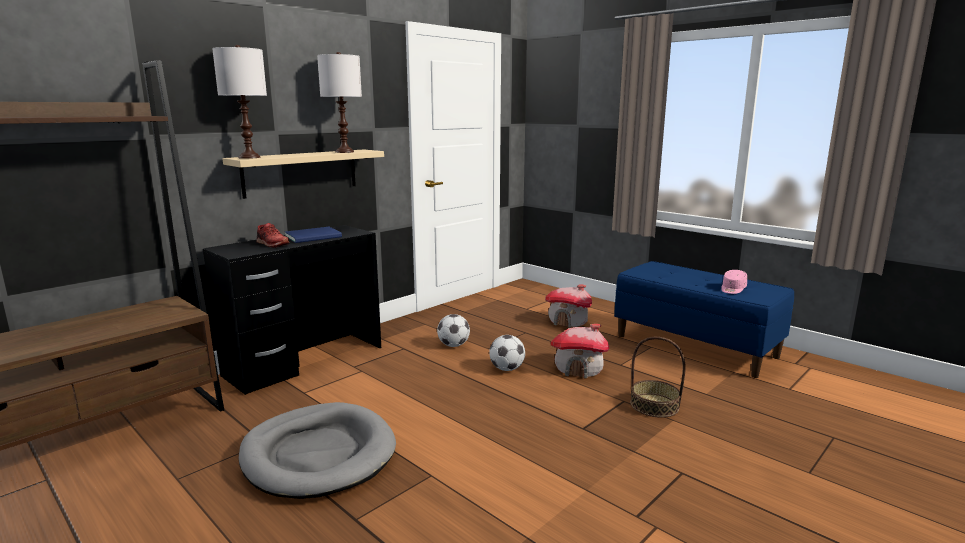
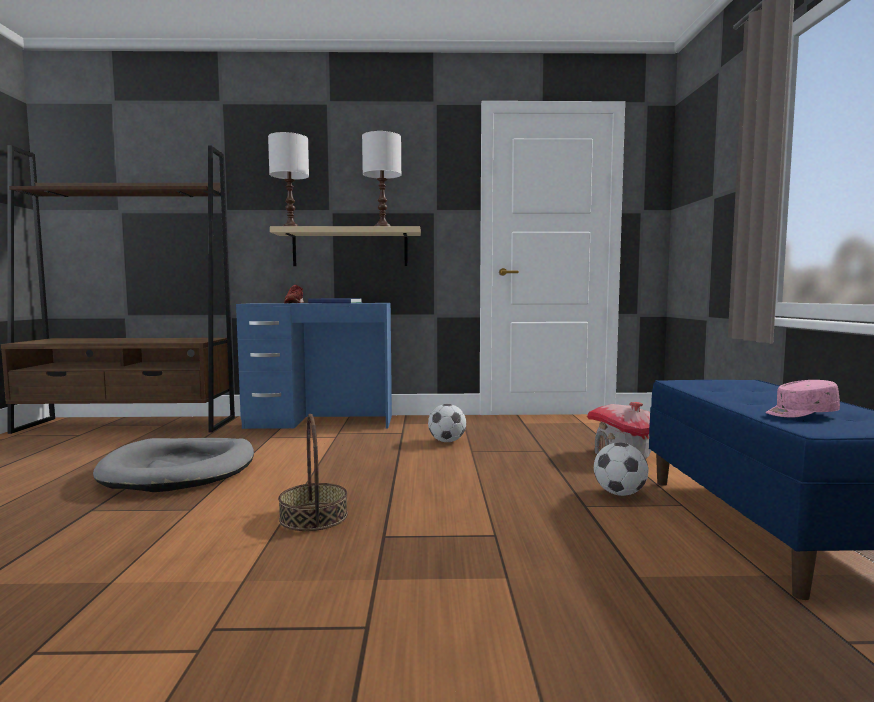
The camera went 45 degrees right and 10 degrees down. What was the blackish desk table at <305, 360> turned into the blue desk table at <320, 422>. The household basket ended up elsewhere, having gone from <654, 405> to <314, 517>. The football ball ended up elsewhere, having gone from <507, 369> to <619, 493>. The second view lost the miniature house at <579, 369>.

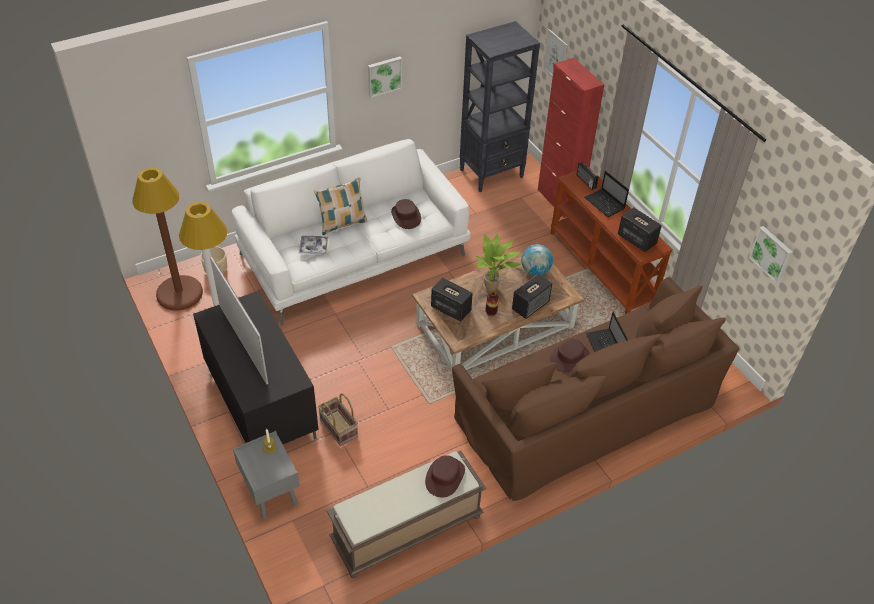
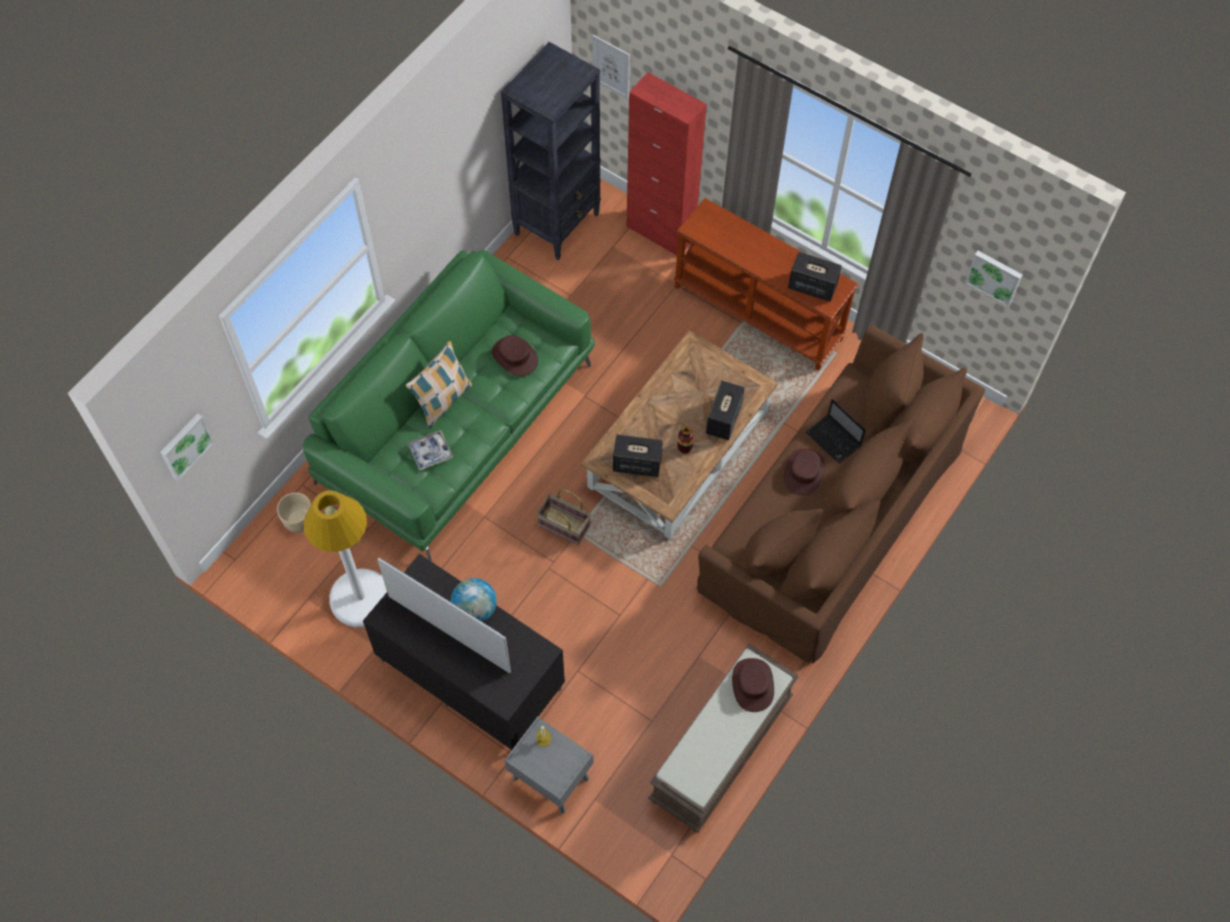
The camera went 25 degrees left and 15 degrees up. The wall art ended up elsewhere, having gone from <384, 76> to <185, 445>. What was the white settee at <355, 255> turned into the green settee at <458, 421>. The desk globe ended up elsewhere, having gone from <535, 271> to <475, 610>. The household basket ended up elsewhere, having gone from <338, 428> to <563, 526>. The second view lost the brownish standard lamp at <179, 294>. The second view lost the houseplant at <493, 288>. The second view lost the radio at <585, 181>. The second view lost the laptop at <605, 204>.

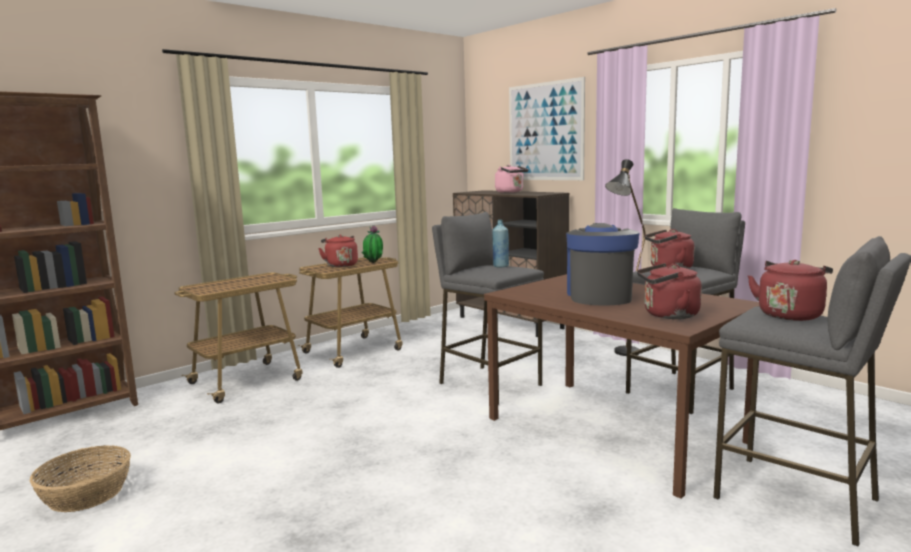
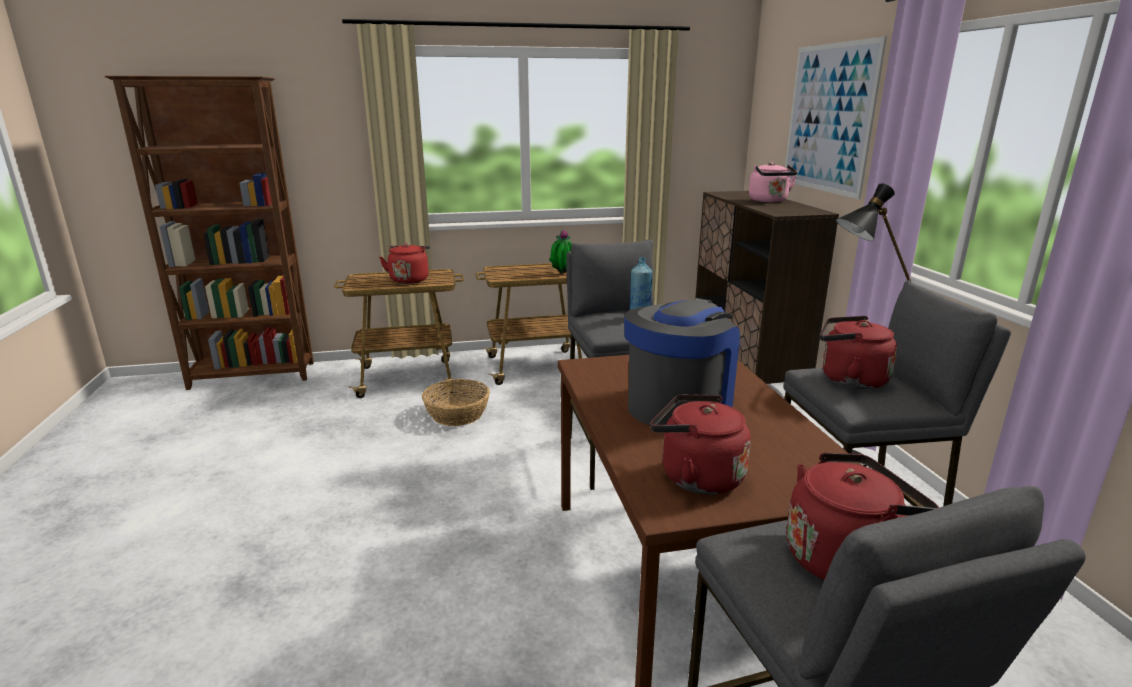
The camera went 30 degrees right and 10 degrees up. The red water kettle ended up elsewhere, having gone from <340, 265> to <409, 279>. The household basket ended up elsewhere, having gone from <87, 493> to <457, 414>.

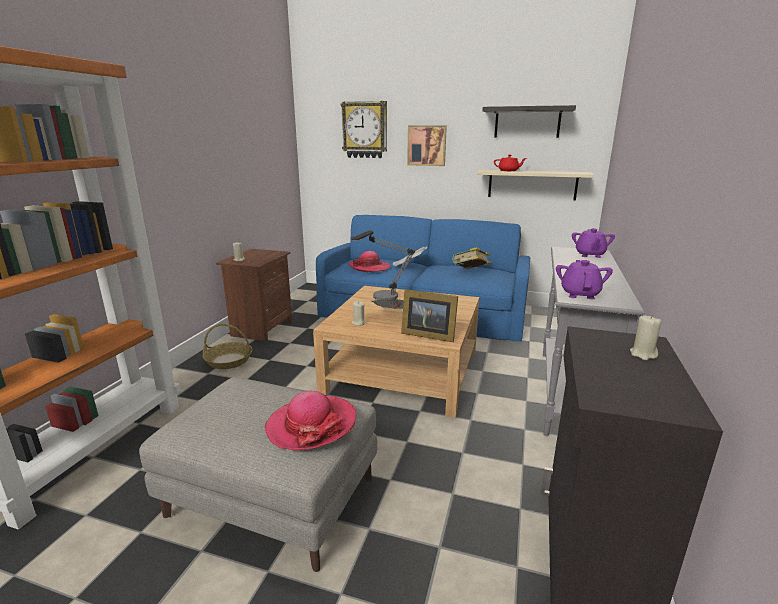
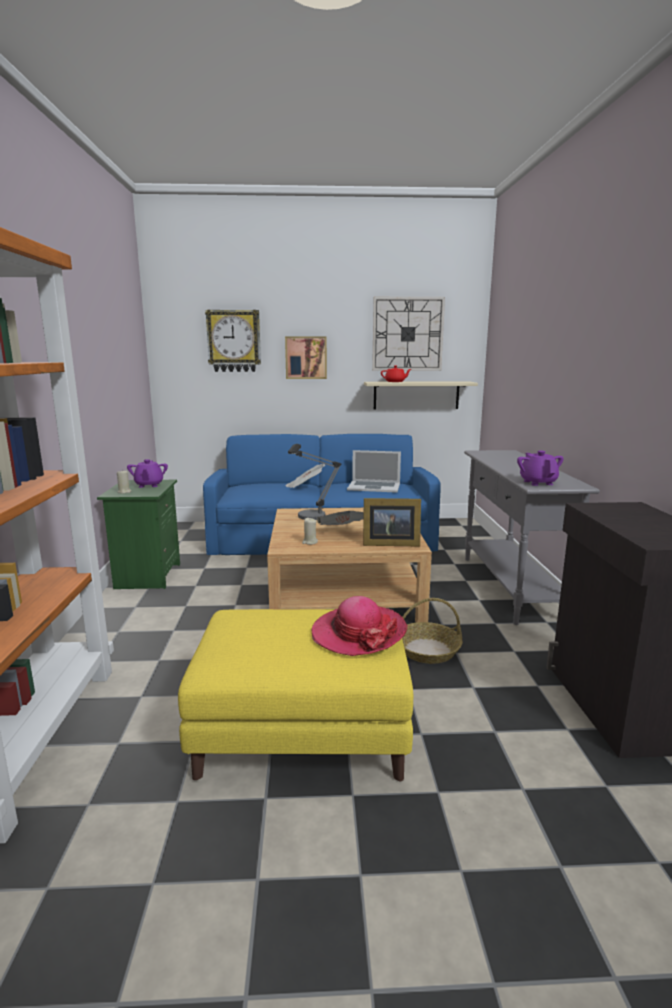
The camera went 20 degrees left and 5 degrees down. What was the brownish nightstand at <261, 328> turned into the green nightstand at <147, 576>. The purple-coloured pot for tea ended up elsewhere, having gone from <589, 255> to <149, 485>. What was the grey footrest at <270, 497> turned into the yellow-coloured footrest at <300, 732>. Where the book stood at <470, 272>, the laptop came to stand at <374, 487>. Where the bracket shelf hung at <527, 122>, the hanging clock came to hang at <407, 334>. The household basket ended up elsewhere, having gone from <228, 361> to <427, 650>. The second view lost the wearable hat at <369, 267>. The second view lost the beige-coloured wax light at <643, 354>.

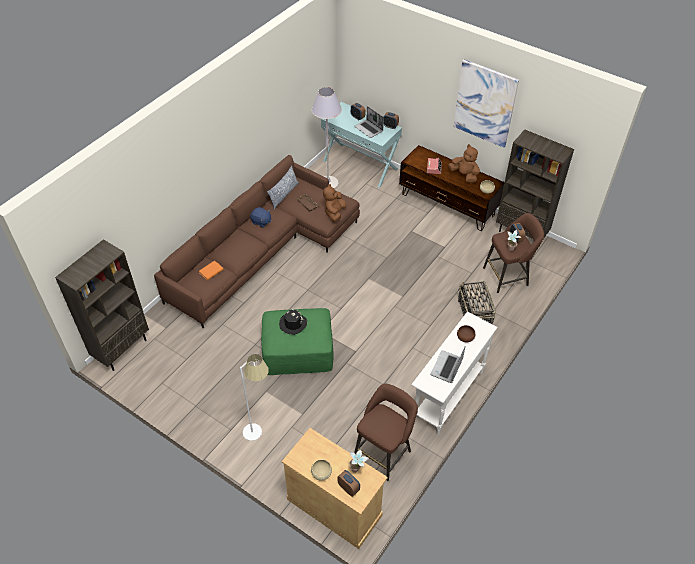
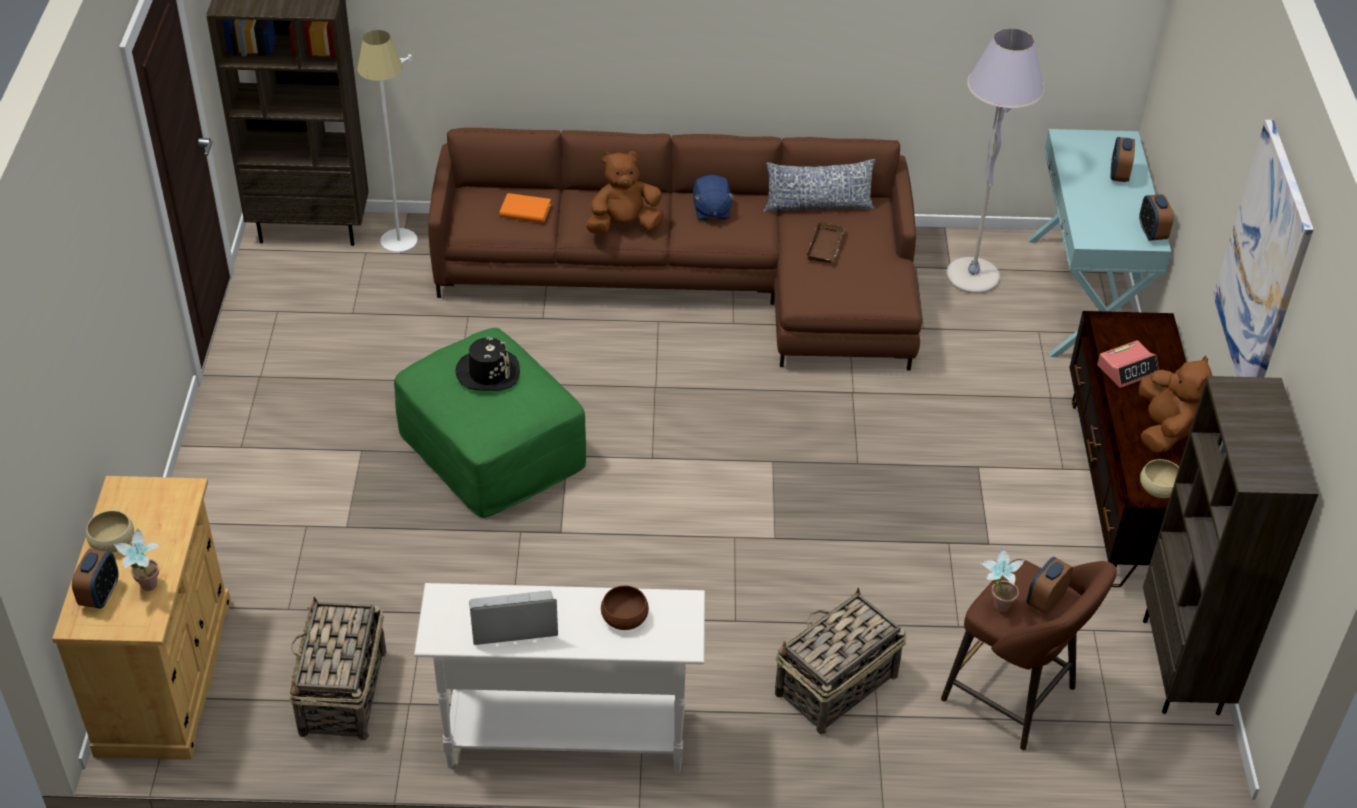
The camera went 55 degrees right and 5 degrees down. Where the brownish sitting stool stood at <384, 452>, the household basket came to stand at <342, 693>. The white standard lamp ended up elsewhere, having gone from <260, 434> to <401, 251>. The brownish plush toy ended up elsewhere, having gone from <334, 213> to <624, 226>. The second view lost the laptop at <369, 129>.

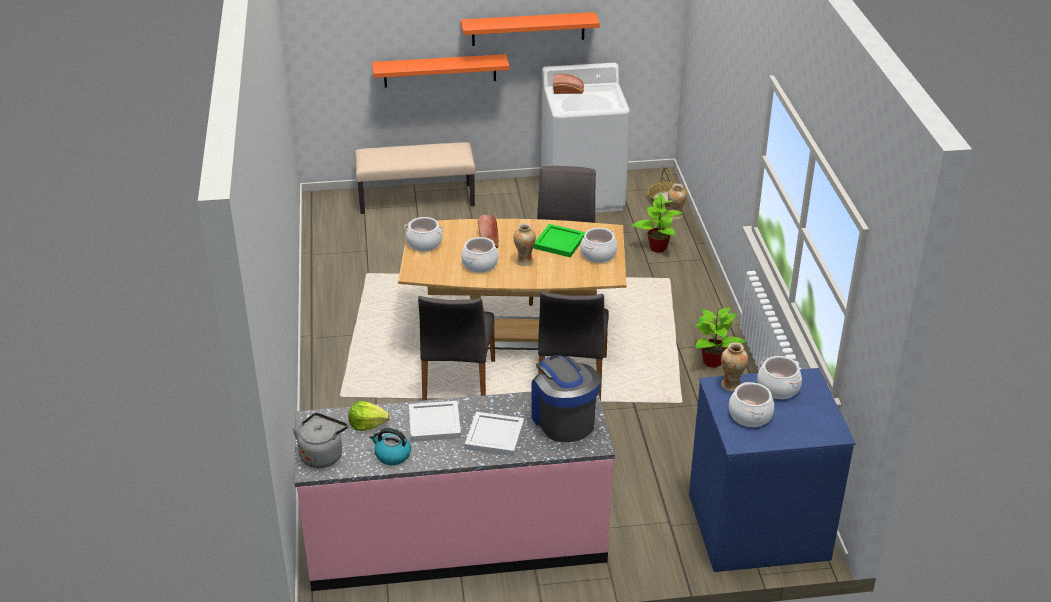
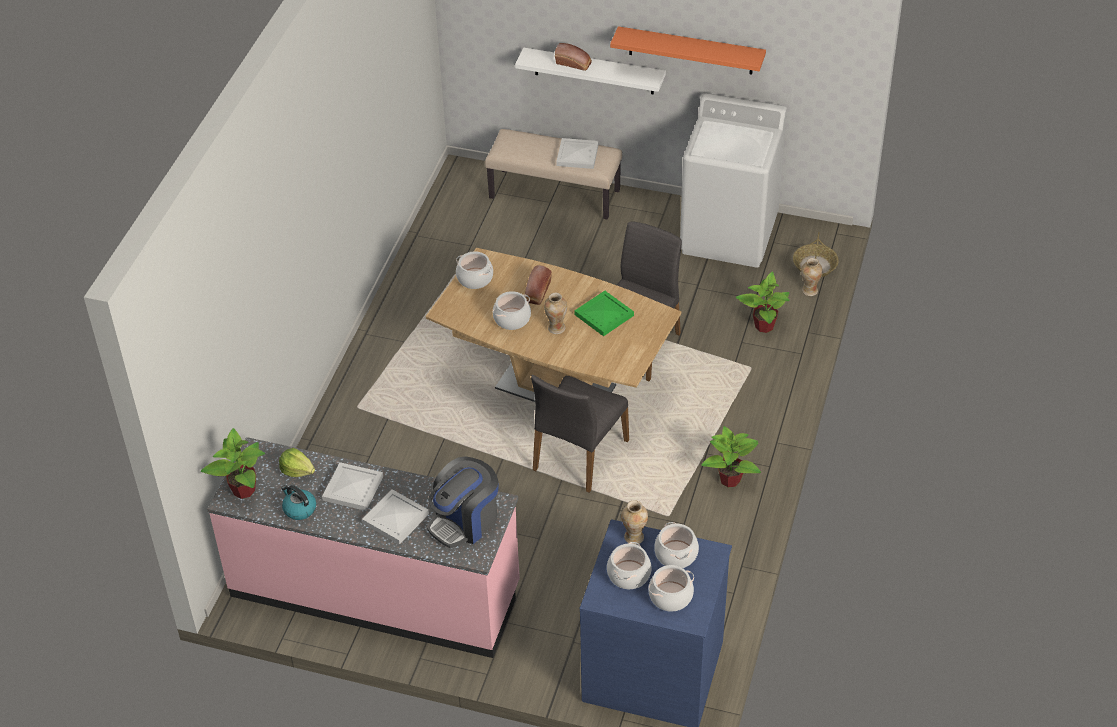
The camera went 25 degrees right and 10 degrees up. Where the grey water kettle stood at <322, 455>, the houseplant came to stand at <243, 489>. The coffee maker at <563, 419> ended up facing another way, 135 degrees counterclockwise from before. What was the orange bracket shelf at <440, 70> turned into the white bracket shelf at <594, 71>. The bread ended up elsewhere, having gone from <568, 91> to <574, 63>. The second view gained the white carrying tray at <578, 155>. The saucepot ended up elsewhere, having gone from <598, 255> to <670, 597>. The second view lost the grey plain chair at <457, 383>.

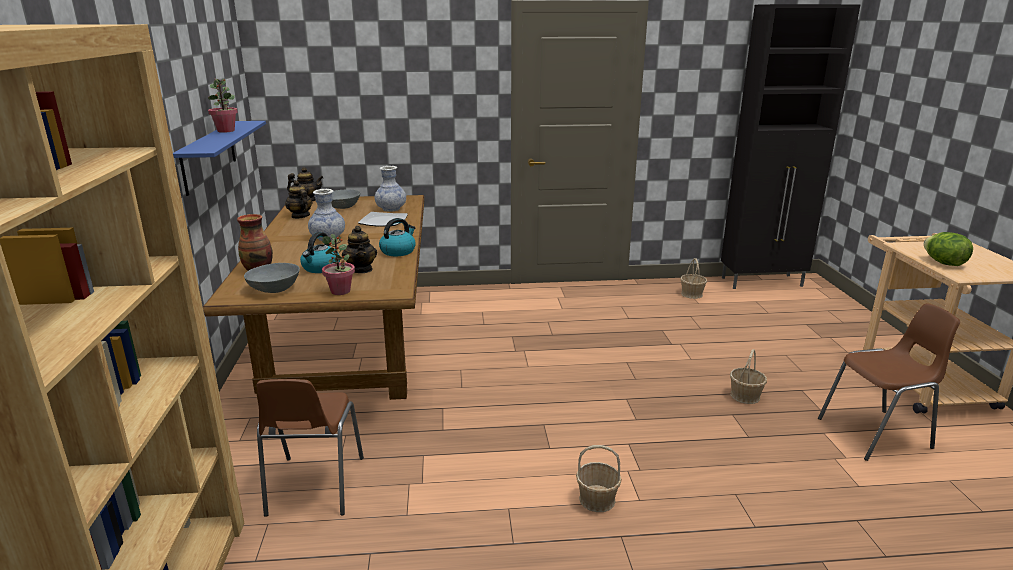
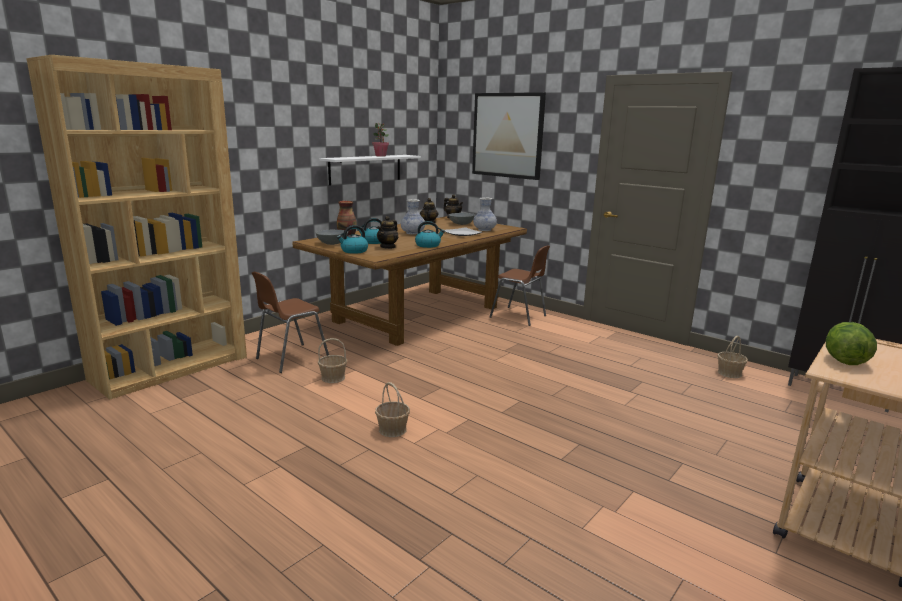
The camera went 45 degrees right and 5 degrees down. The household basket ended up elsewhere, having gone from <745, 396> to <333, 378>. What was the blue bracket shelf at <209, 156> turned into the white bracket shelf at <365, 169>. Where the houseplant stood at <341, 291>, the water kettle came to stand at <354, 251>. The second view gained the wall art at <508, 135>. The brownish plain chair ended up elsewhere, having gone from <877, 434> to <519, 317>.

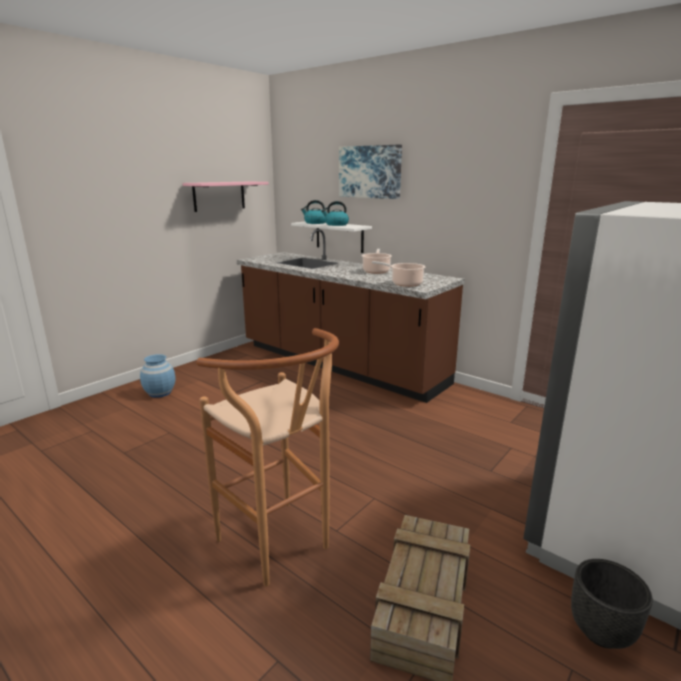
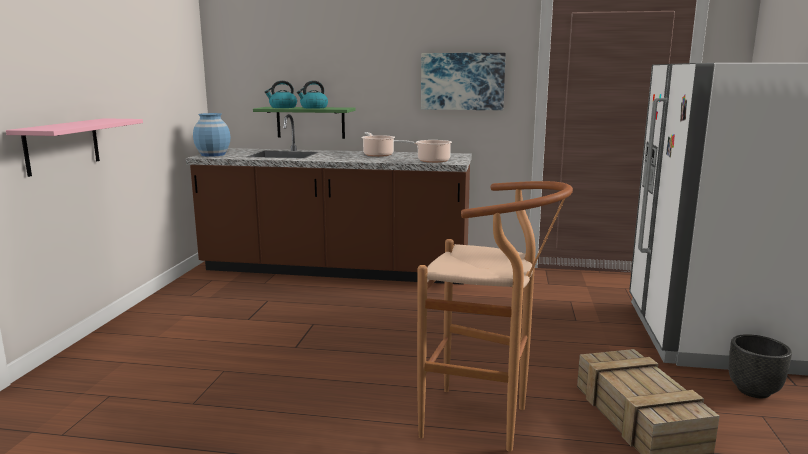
The camera went 30 degrees left and 5 degrees down. The pinkish bracket shelf ended up elsewhere, having gone from <219, 196> to <62, 146>. The blue vase ended up elsewhere, having gone from <159, 392> to <213, 154>. What was the white bracket shelf at <339, 236> turned into the green bracket shelf at <310, 122>. The wall art ended up elsewhere, having gone from <370, 172> to <462, 81>.

